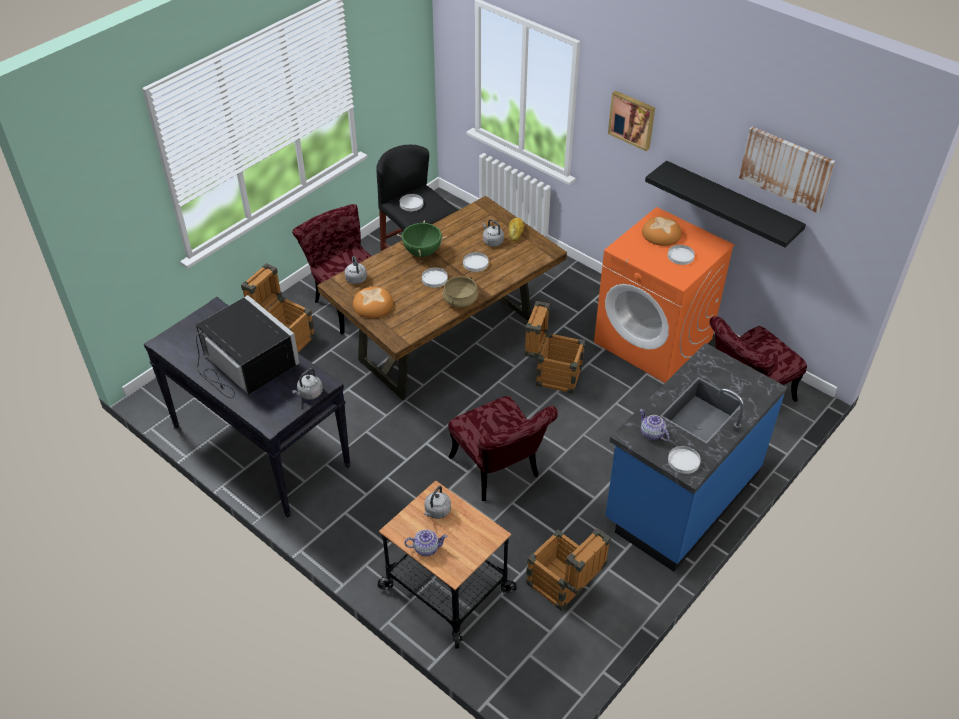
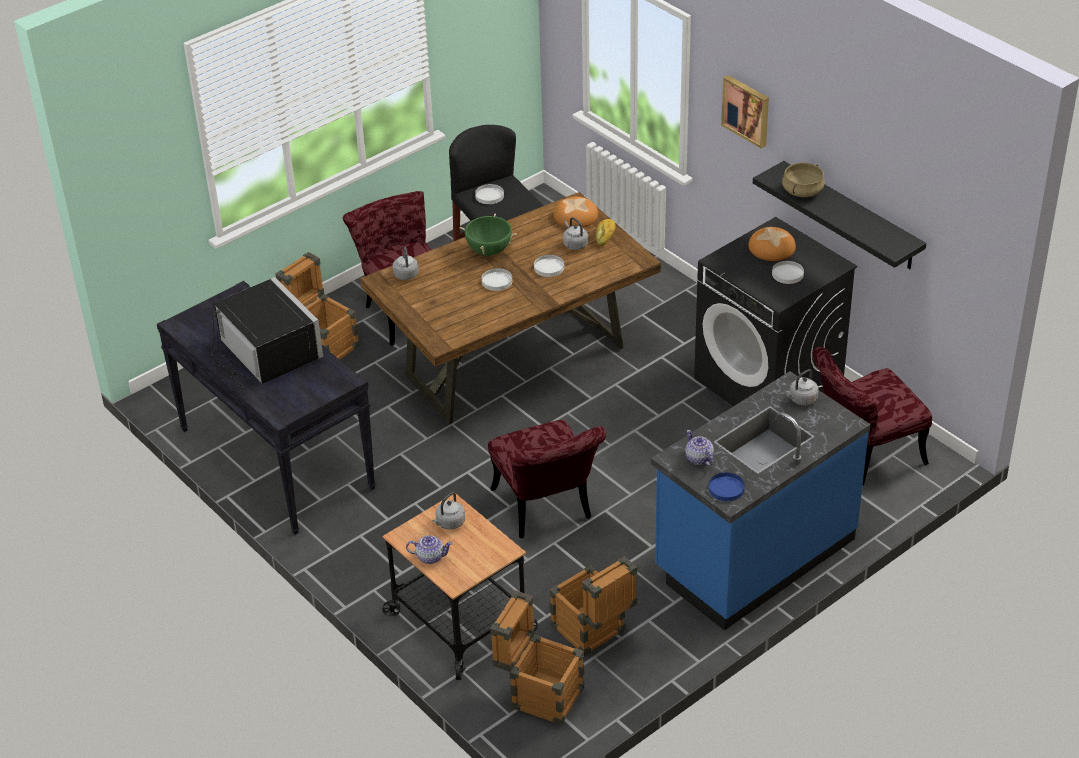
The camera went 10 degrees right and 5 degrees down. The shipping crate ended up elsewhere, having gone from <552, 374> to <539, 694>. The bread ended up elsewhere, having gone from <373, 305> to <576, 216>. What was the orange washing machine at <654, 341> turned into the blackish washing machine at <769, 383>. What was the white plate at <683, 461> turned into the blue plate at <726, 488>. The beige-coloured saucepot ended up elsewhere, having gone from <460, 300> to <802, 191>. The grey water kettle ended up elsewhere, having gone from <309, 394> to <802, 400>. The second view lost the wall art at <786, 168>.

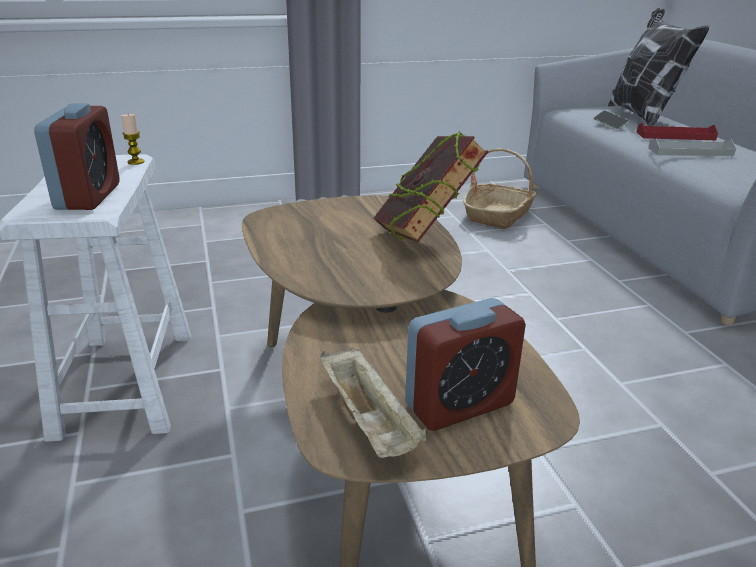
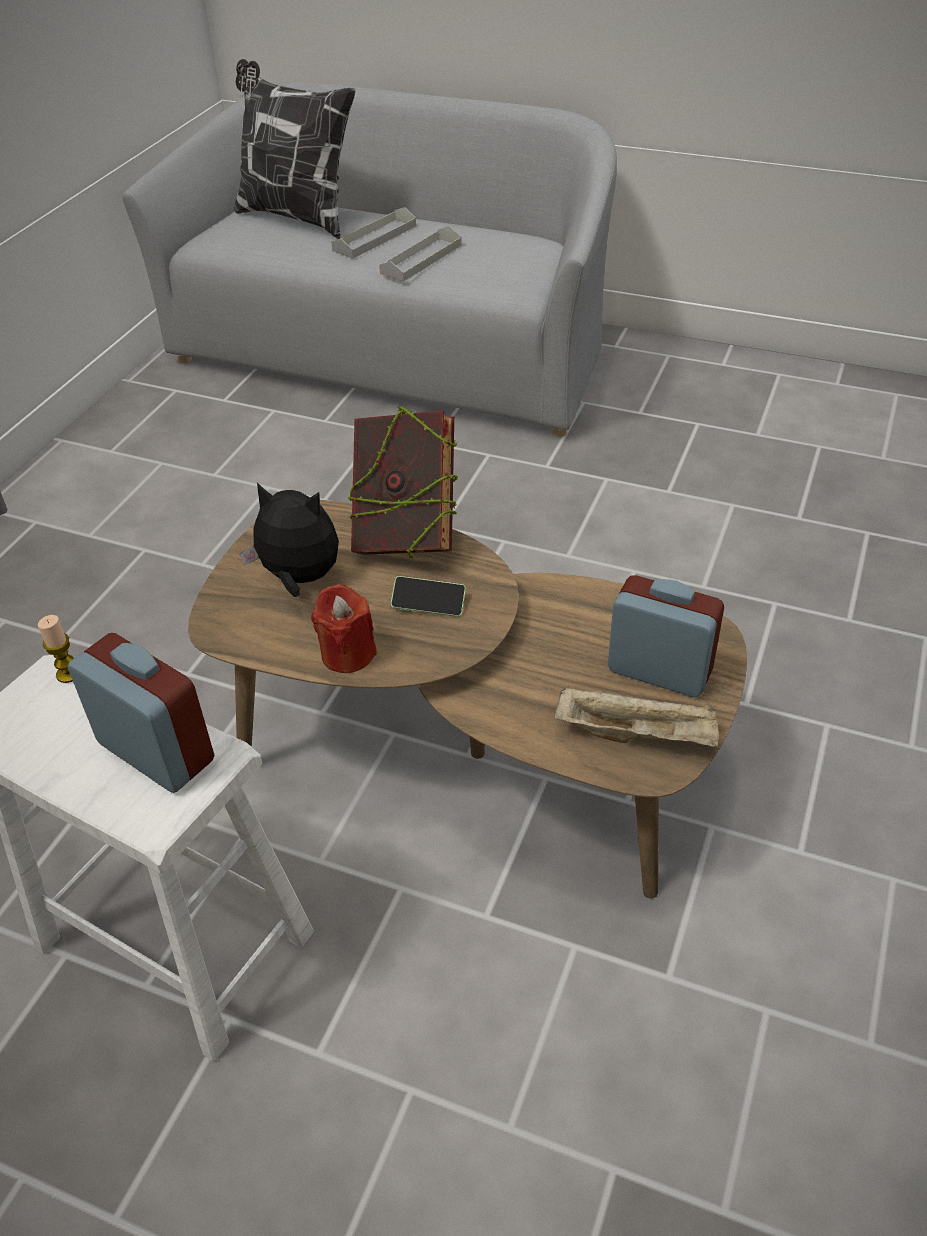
The camera went 50 degrees left and 15 degrees up. The second view gained the plush toy at <299, 579>. The second view gained the red wax light at <347, 654>. What was the red carrying tray at <675, 136> turned into the grey carrying tray at <374, 238>. The phone ended up elsewhere, having gone from <610, 124> to <428, 604>. The bedside clock at <459, 405> ended up facing another way, 75 degrees counterclockwise from before. The second view lost the household basket at <498, 215>.

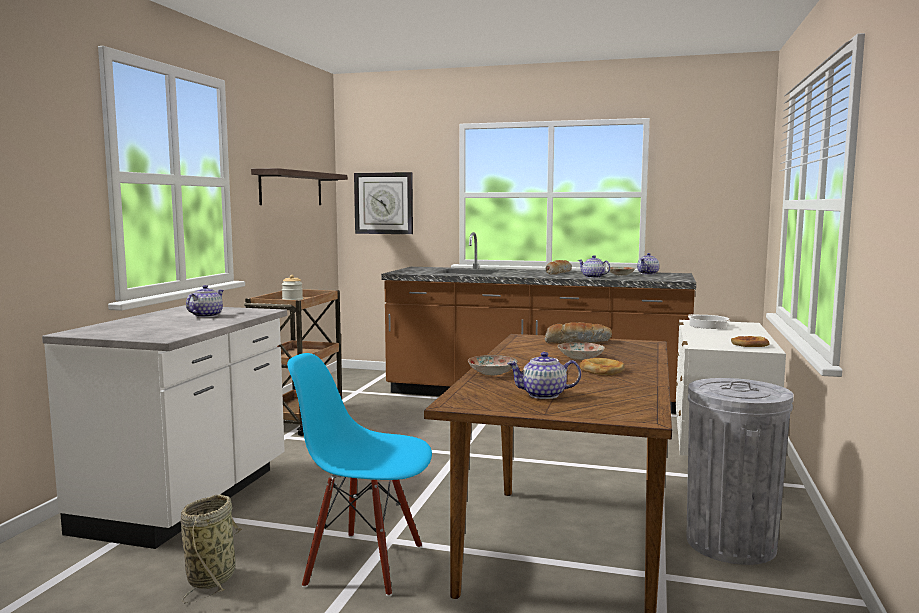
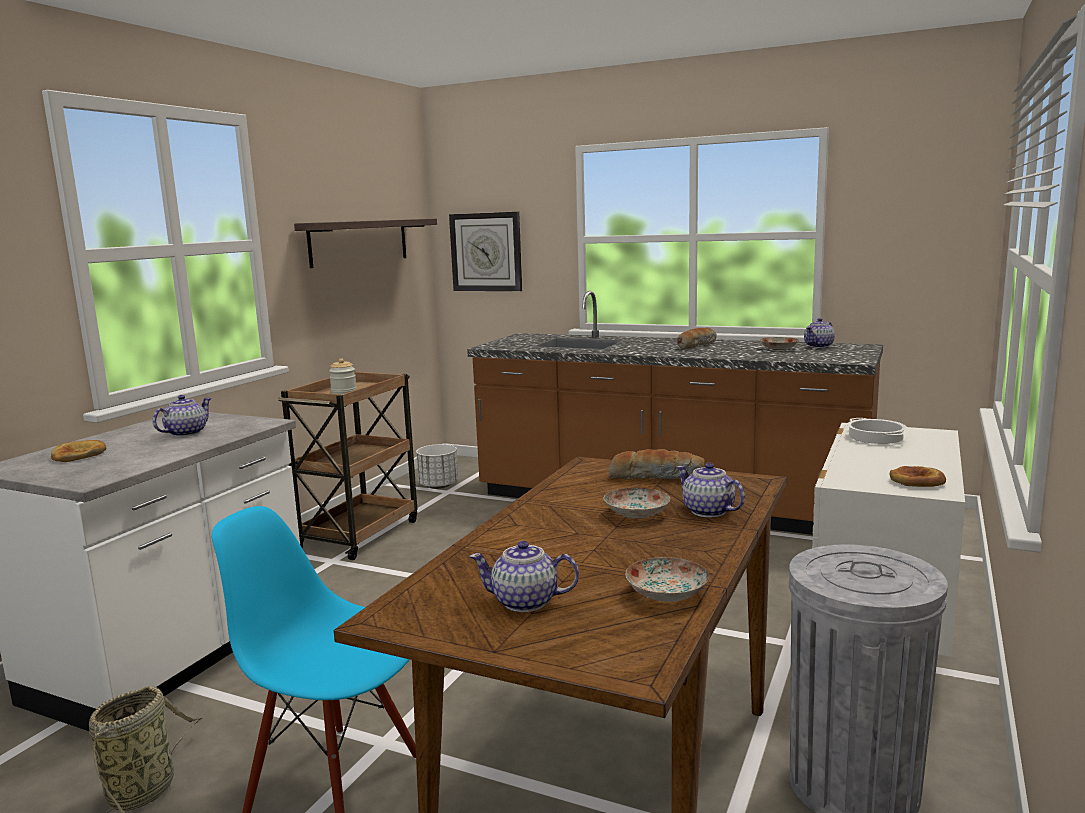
The camera went 10 degrees right and 5 degrees up. The bread ended up elsewhere, having gone from <601, 370> to <79, 455>. The second view gained the white plant pot at <439, 486>. The plate ended up elsewhere, having gone from <493, 373> to <667, 594>. The pot for tea ended up elsewhere, having gone from <593, 277> to <708, 511>.

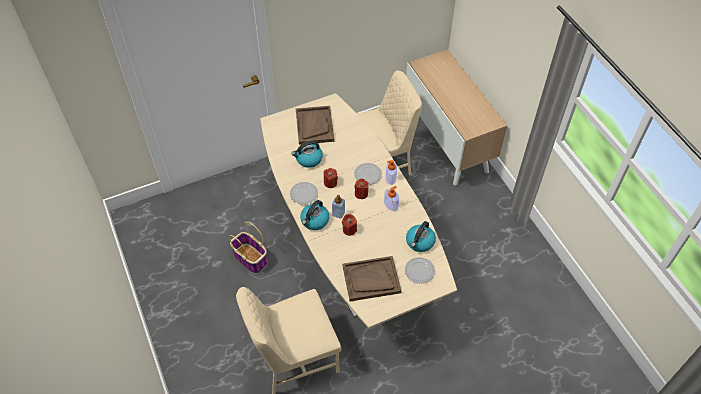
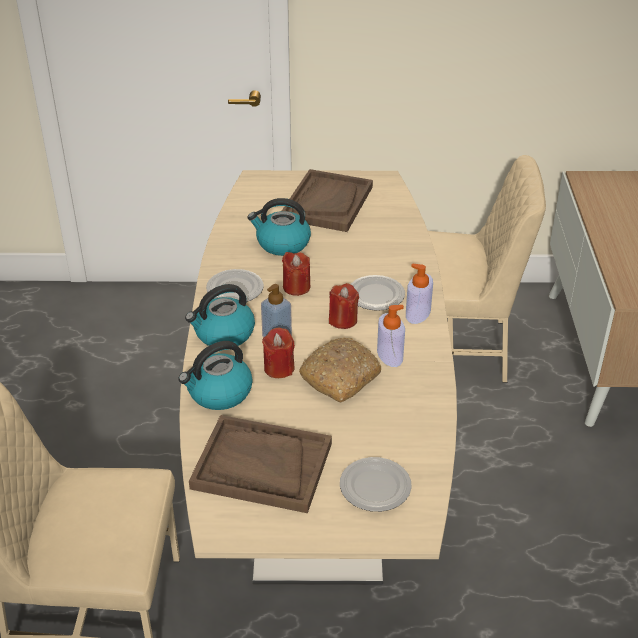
The camera went 25 degrees right and 15 degrees down. The water kettle ended up elsewhere, having gone from <420, 242> to <219, 393>. The second view gained the bread at <340, 376>. The second view lost the household basket at <251, 259>.

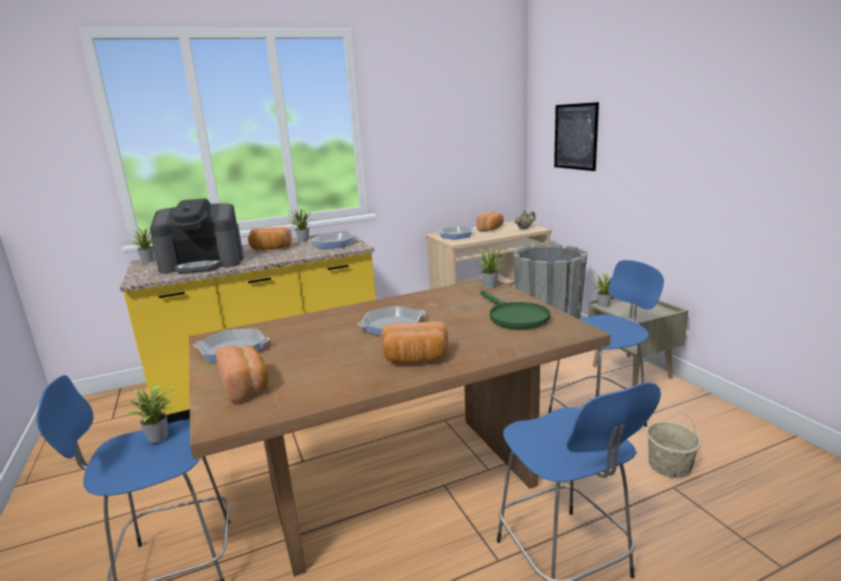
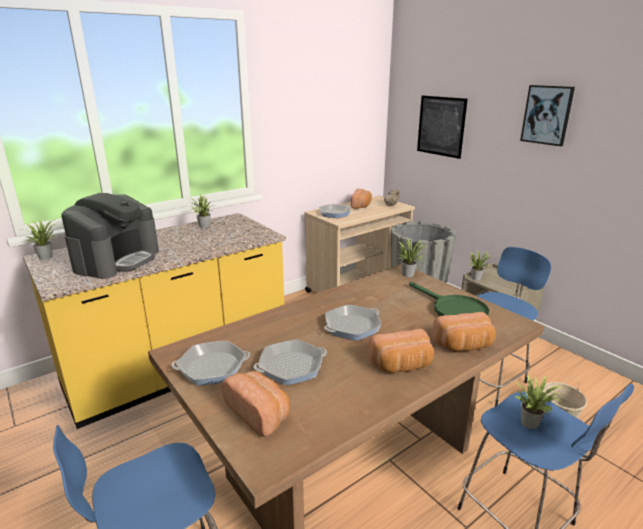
The camera went 15 degrees left and 5 degrees up. The coffee maker at <203, 264> ended up facing another way, 45 degrees counterclockwise from before. The frying pan ended up elsewhere, having gone from <333, 244> to <291, 367>. The bread ended up elsewhere, having gone from <270, 249> to <464, 345>. The houseplant ended up elsewhere, having gone from <161, 436> to <531, 422>. The second view gained the wall art at <547, 115>.

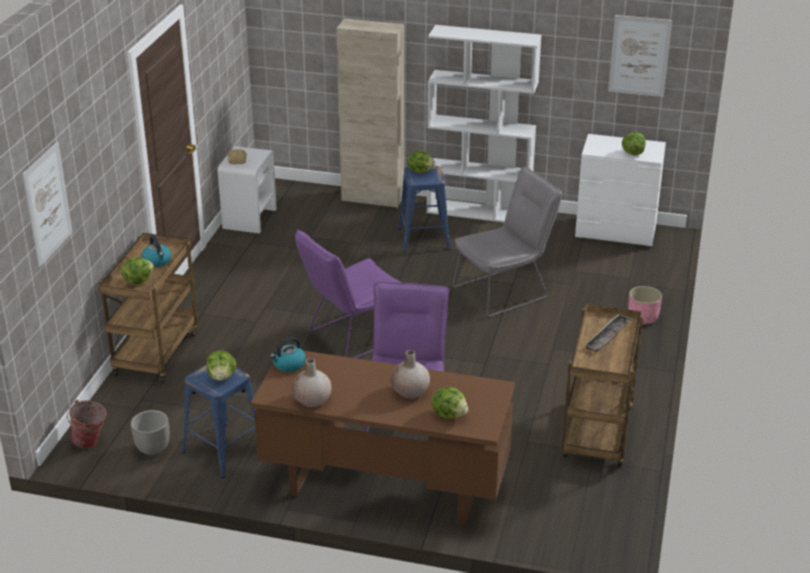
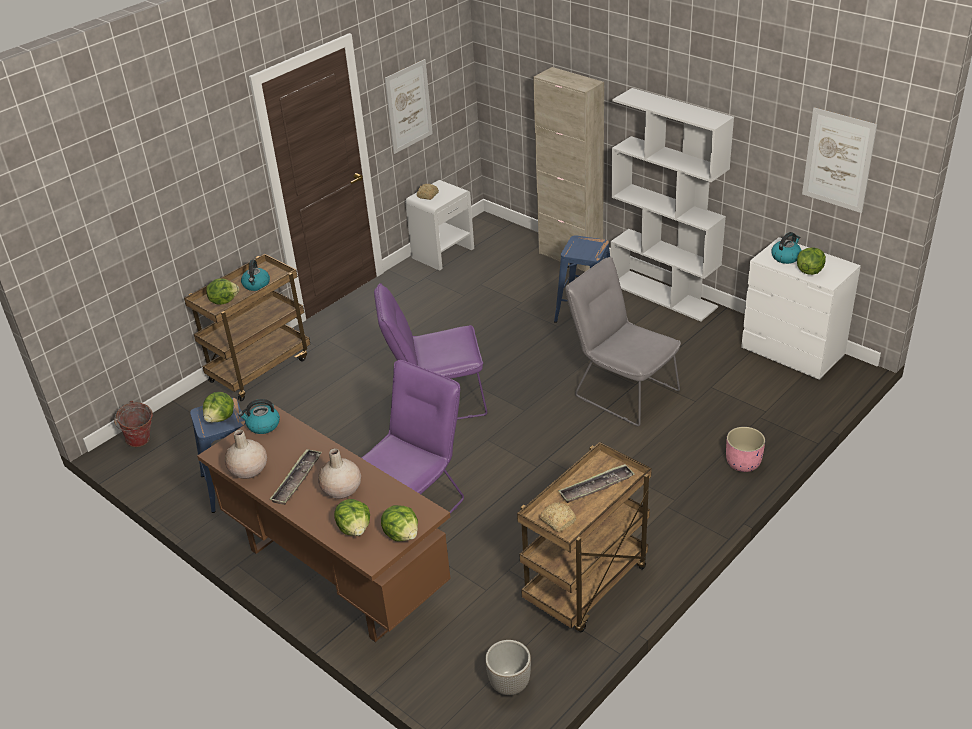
The camera went 30 degrees right and 5 degrees up. The second view gained the carrying tray at <297, 480>. The lettuce ended up elsewhere, having gone from <420, 171> to <402, 534>. The wall art ended up elsewhere, having gone from <47, 204> to <409, 106>. The plant pot ended up elsewhere, having gone from <153, 449> to <509, 684>. The second view gained the bread at <557, 520>. The grey plain chair at <505, 291> ended up facing another way, 135 degrees counterclockwise from before. The second view gained the water kettle at <786, 257>.

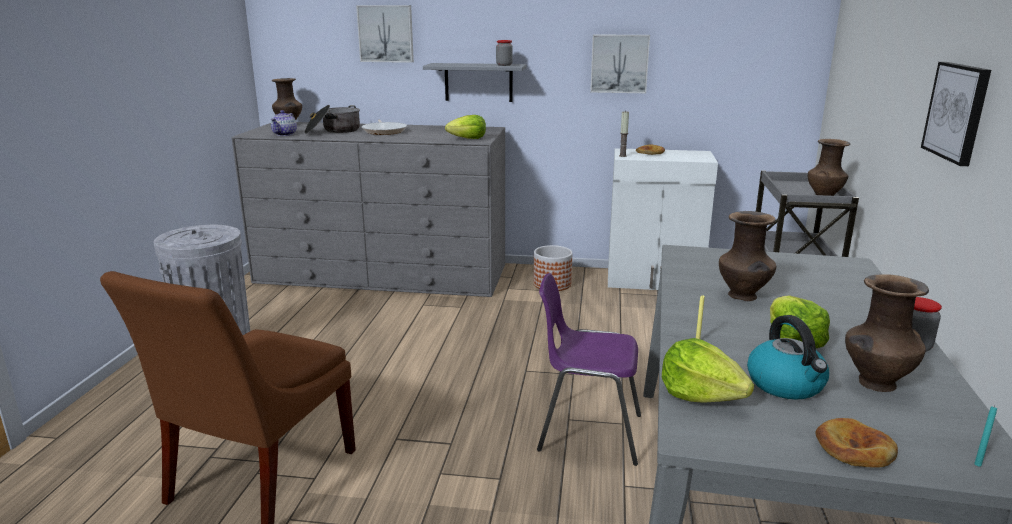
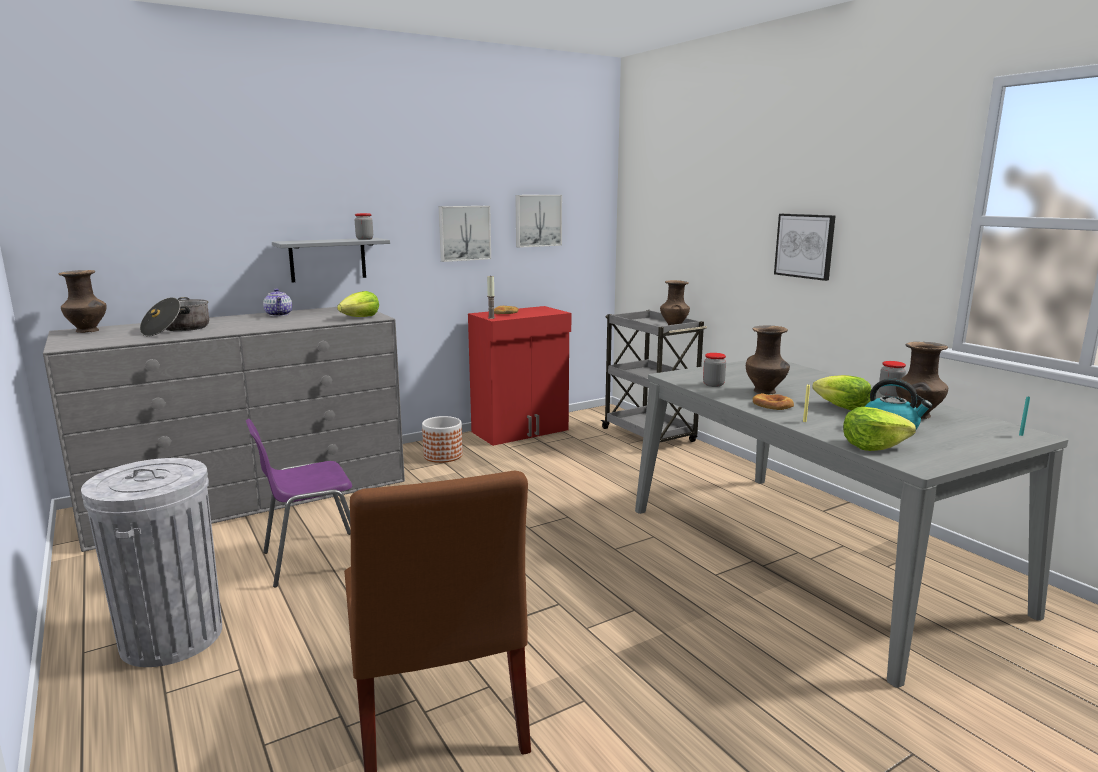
The camera went 40 degrees left and 5 degrees down. The purple-coloured plain chair ended up elsewhere, having gone from <587, 432> to <312, 559>. The pot for tea ended up elsewhere, having gone from <285, 134> to <279, 314>. What was the white storage cabinet at <654, 281> turned into the red storage cabinet at <521, 431>. The wall art ended up elsewhere, having gone from <386, 33> to <537, 220>. The second view gained the jar at <713, 384>. The bread ended up elsewhere, having gone from <854, 448> to <772, 405>. The second view lost the frying pan at <384, 131>.

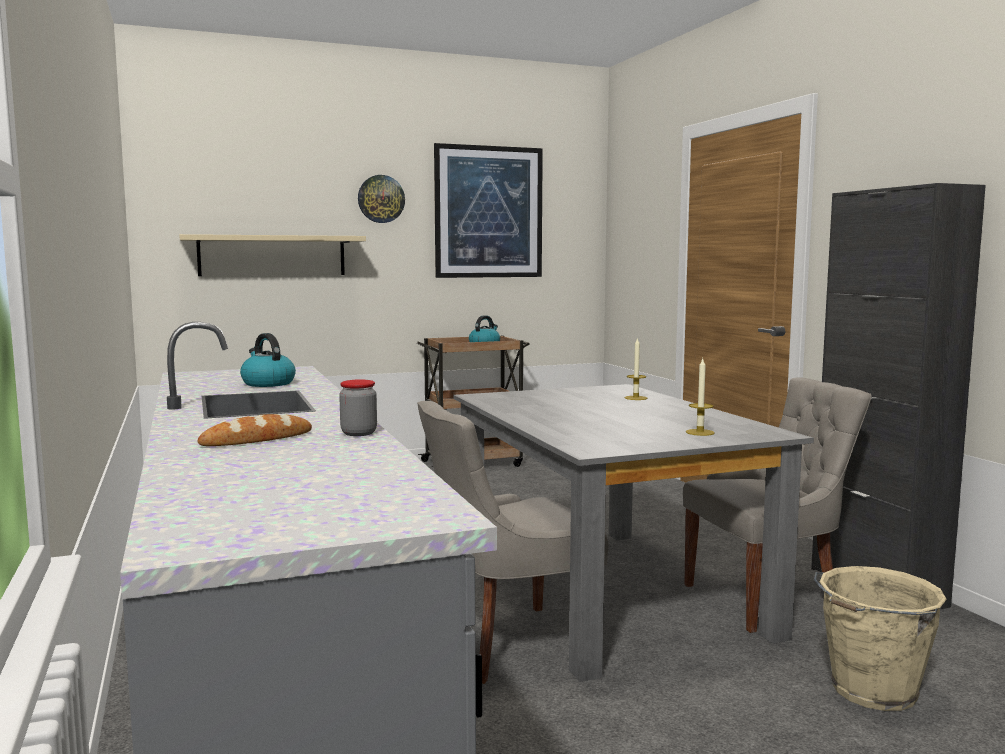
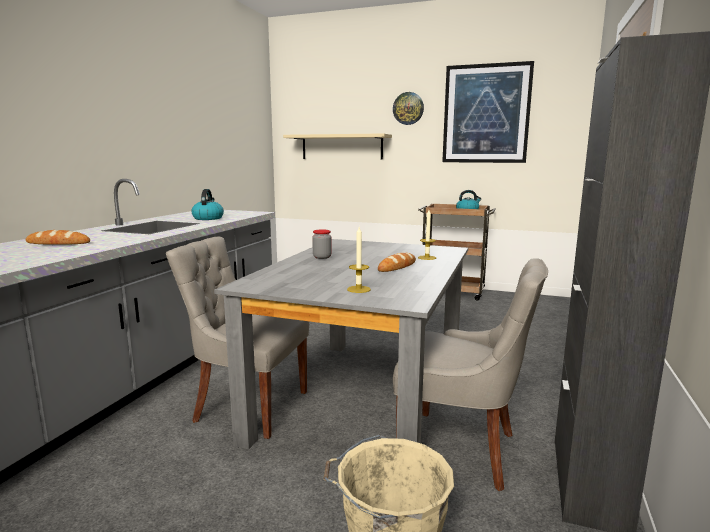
The camera went 40 degrees right and 5 degrees up. The jar ended up elsewhere, having gone from <359, 433> to <322, 257>. The second view gained the bread at <397, 266>.

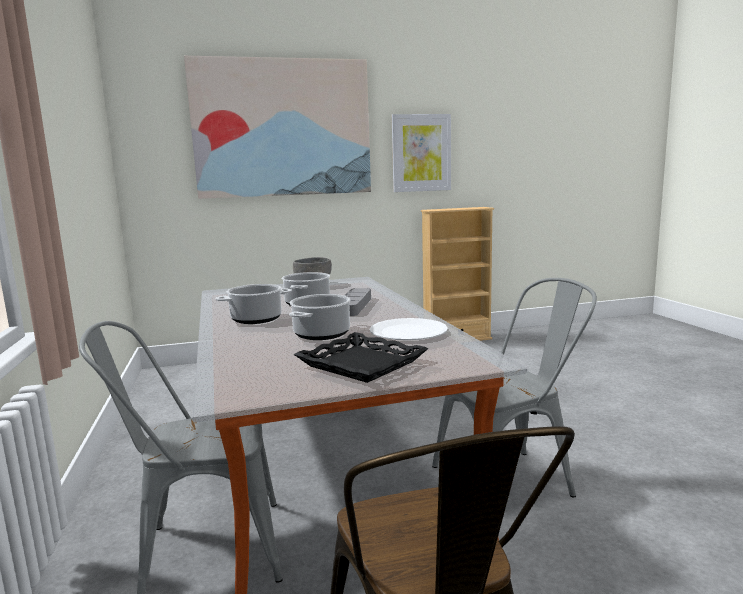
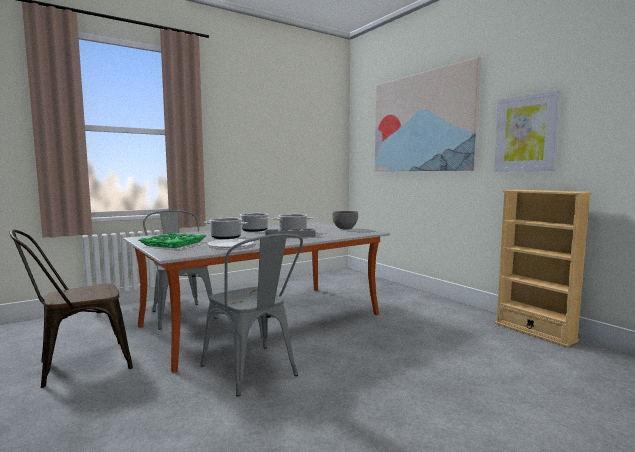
The camera went 70 degrees right and 5 degrees down. What was the blackish carrying tray at <360, 364> turned into the green carrying tray at <173, 244>.

